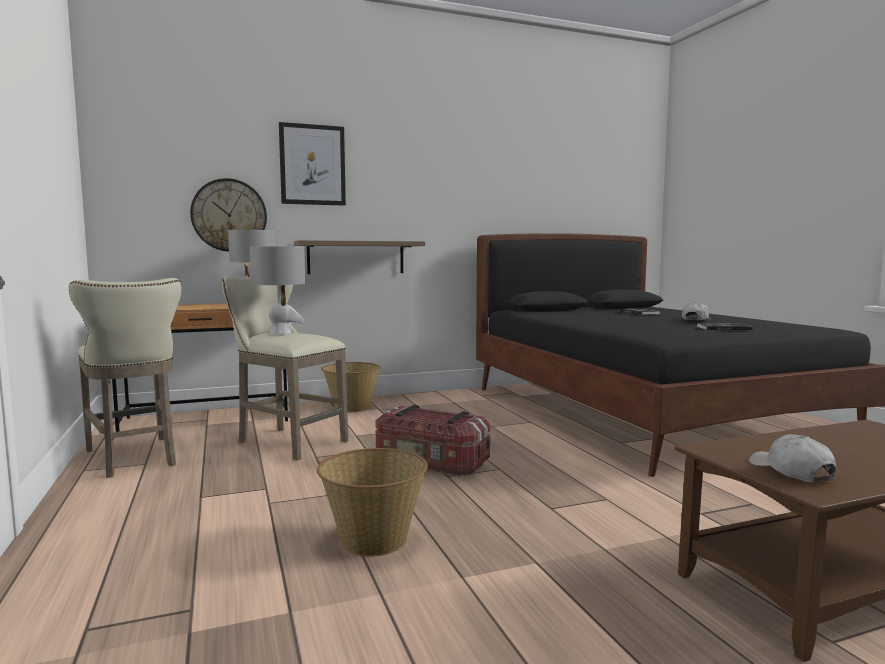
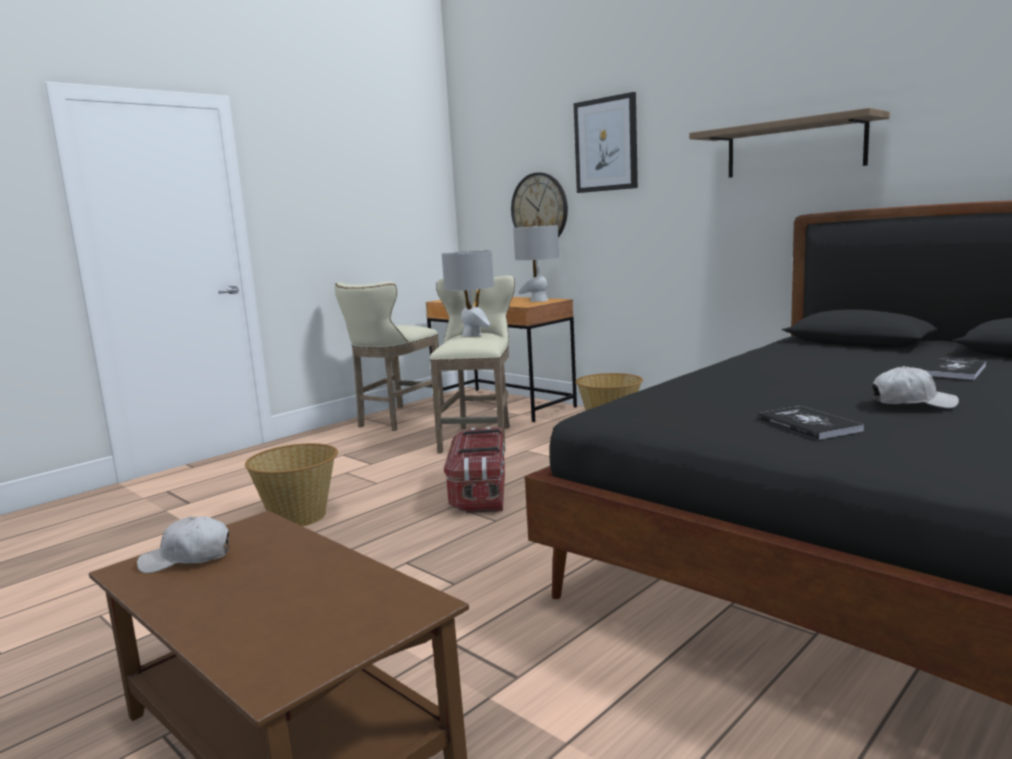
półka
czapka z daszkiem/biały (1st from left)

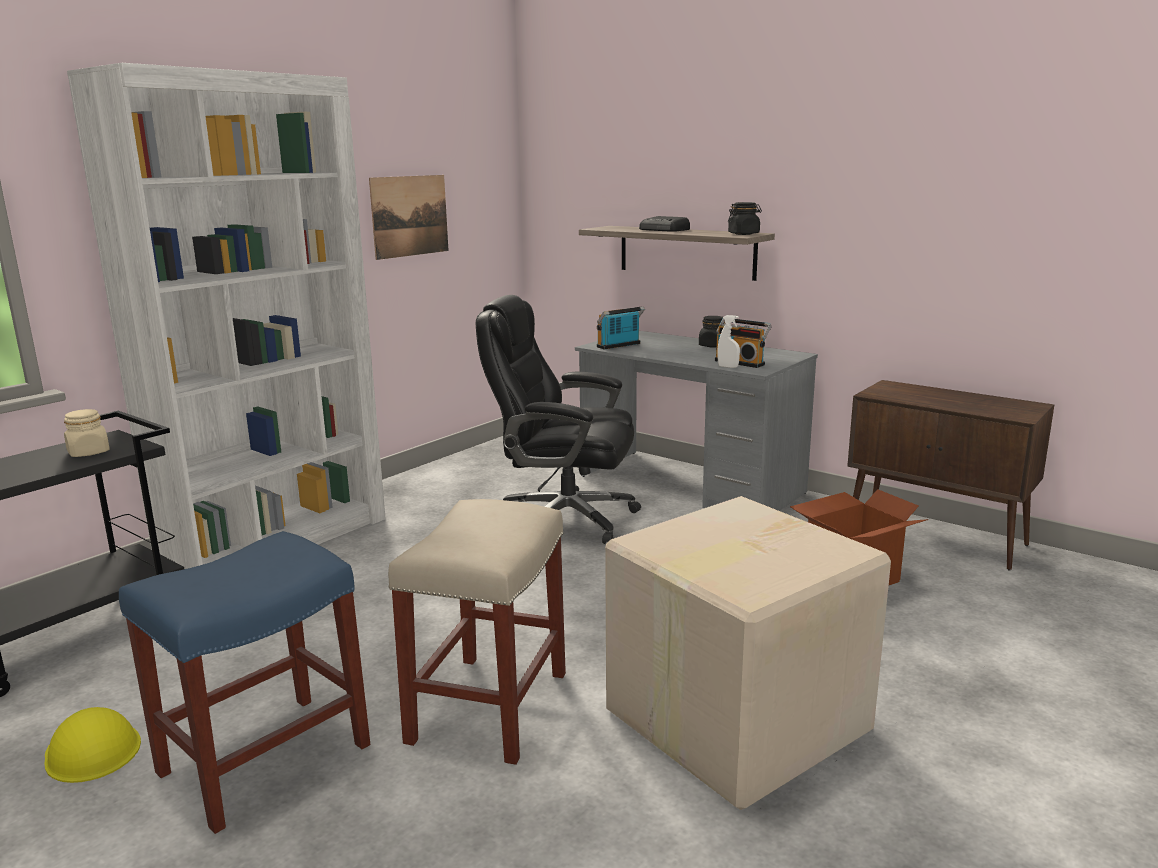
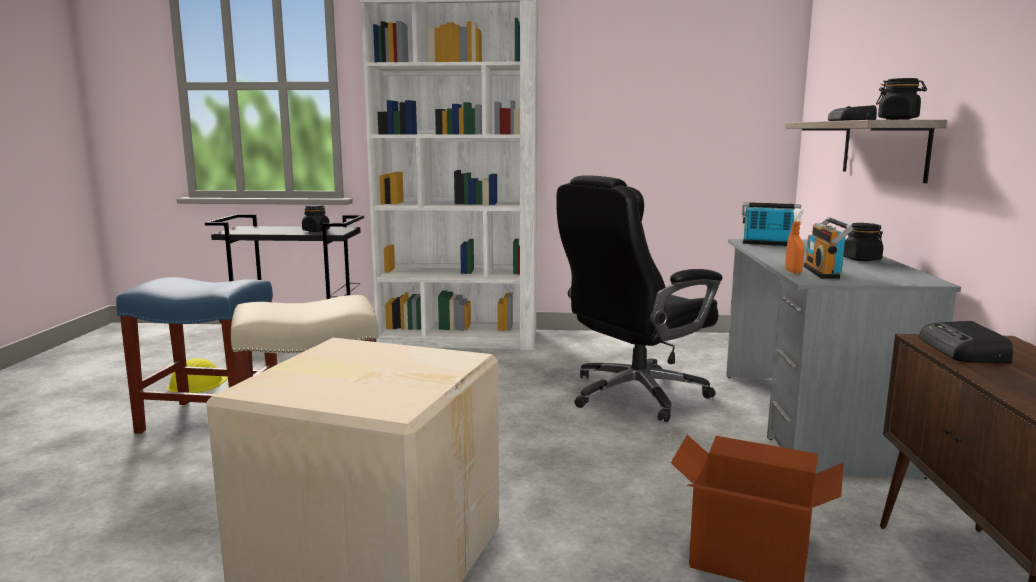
obraz
krzesło biurowe/czarny
spryskiwacz/pomarańczowy
słoik/czarny (1st from left)
radio (4th from left)

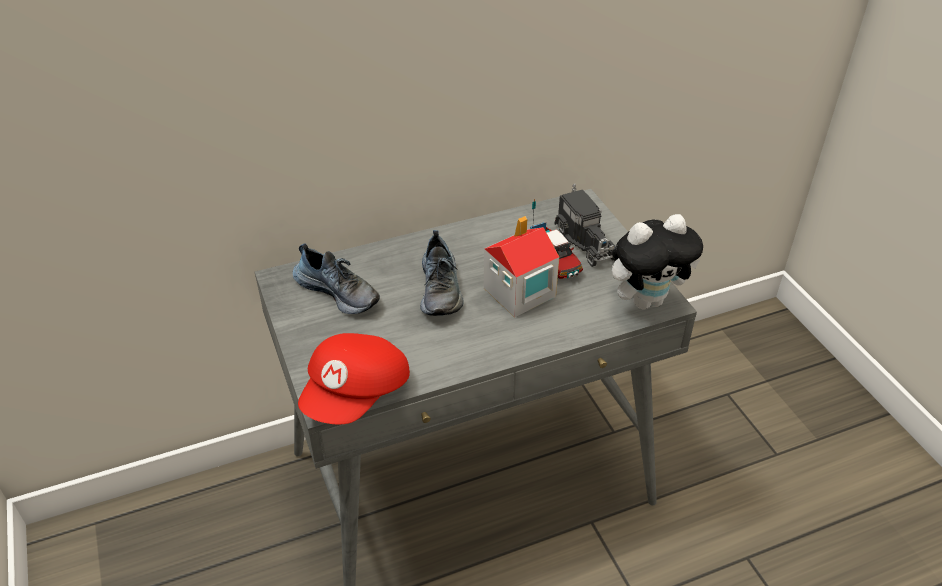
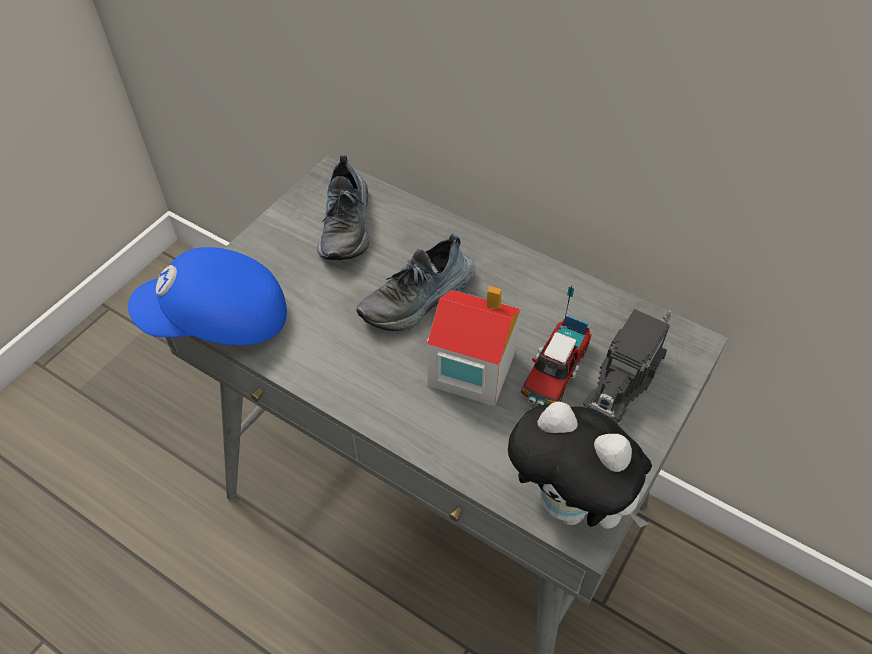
czapka z daszkiem/niebieski

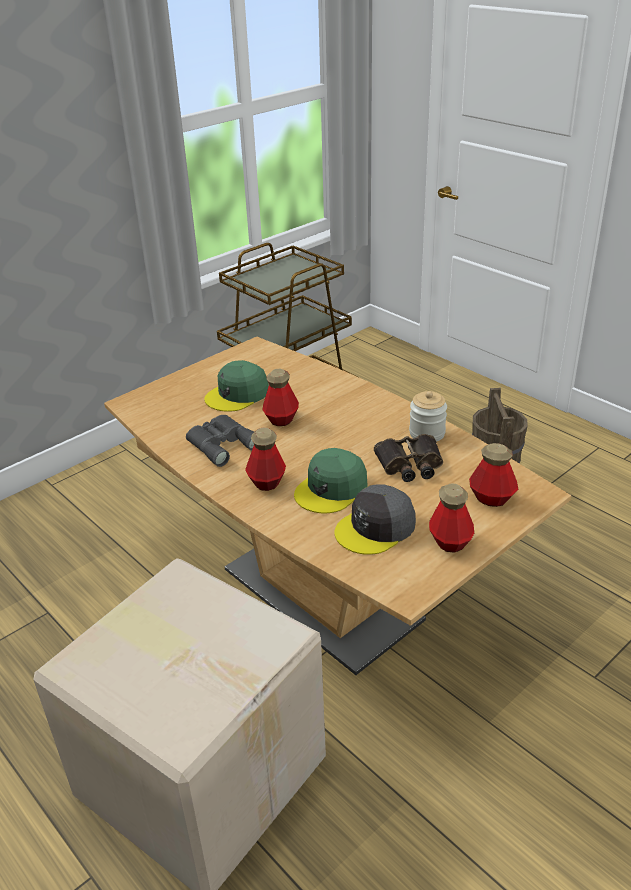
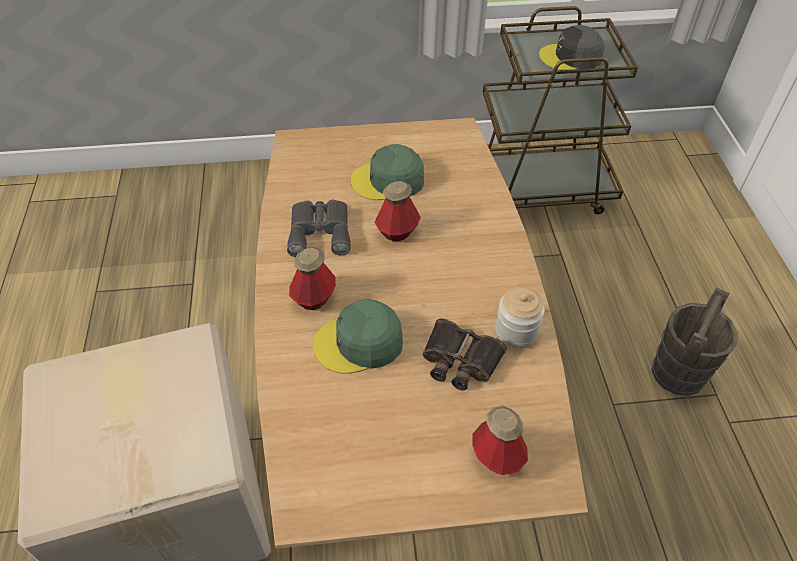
butelka (3rd from left in the first image)
czapka z daszkiem/szary

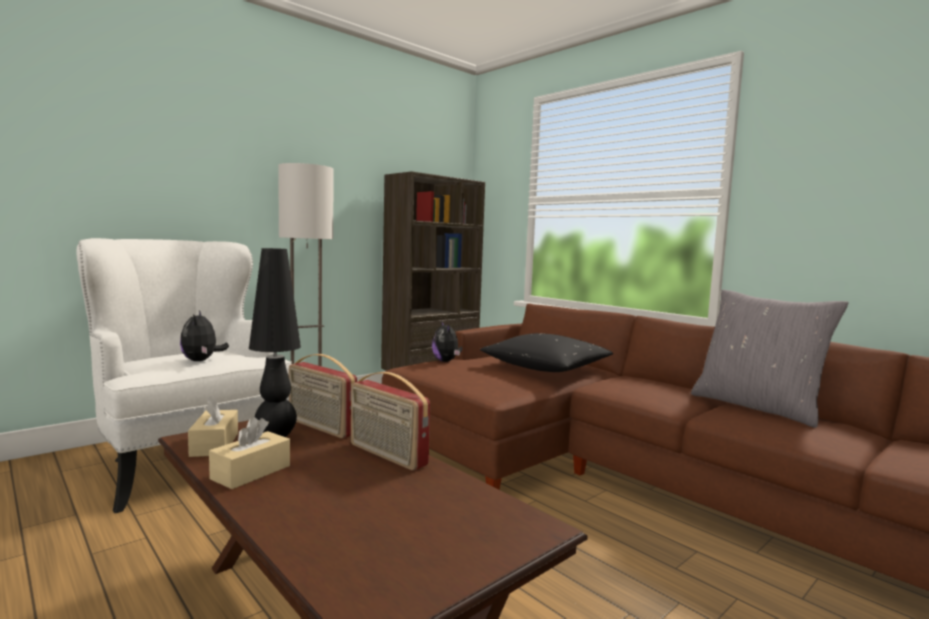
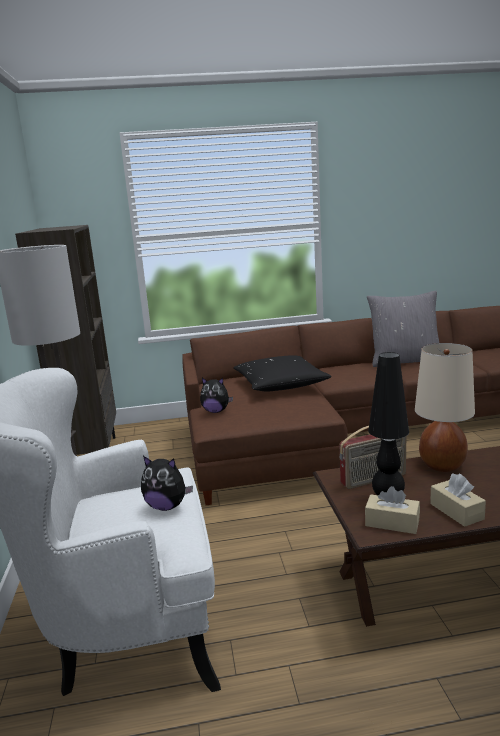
lampa stołowa/beżowy

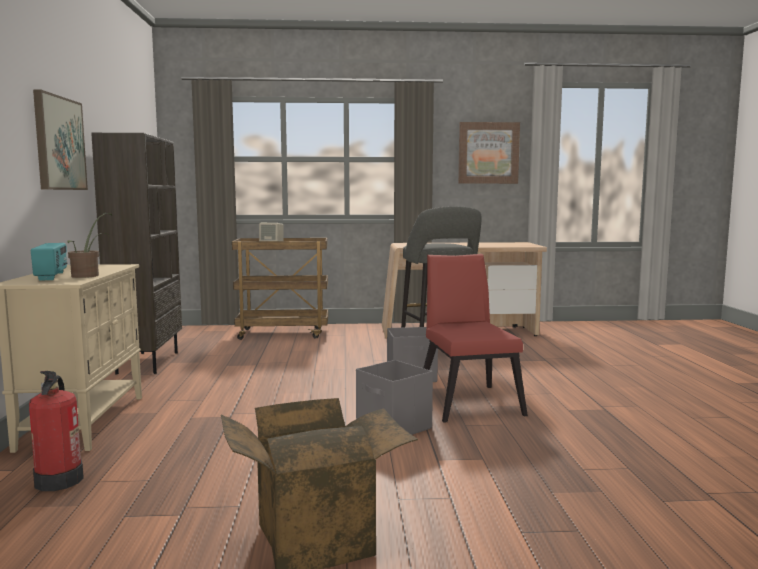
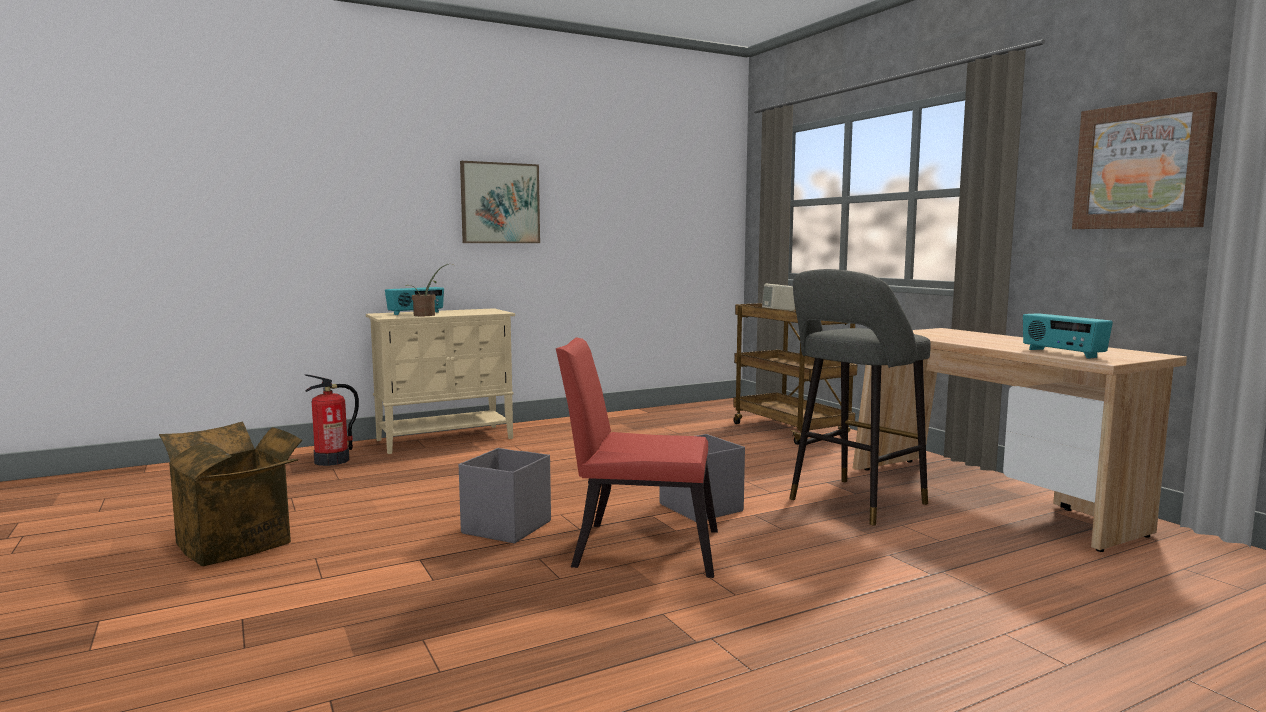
regał/brązowy
krzesło/czerwony
radio (2nd from left)

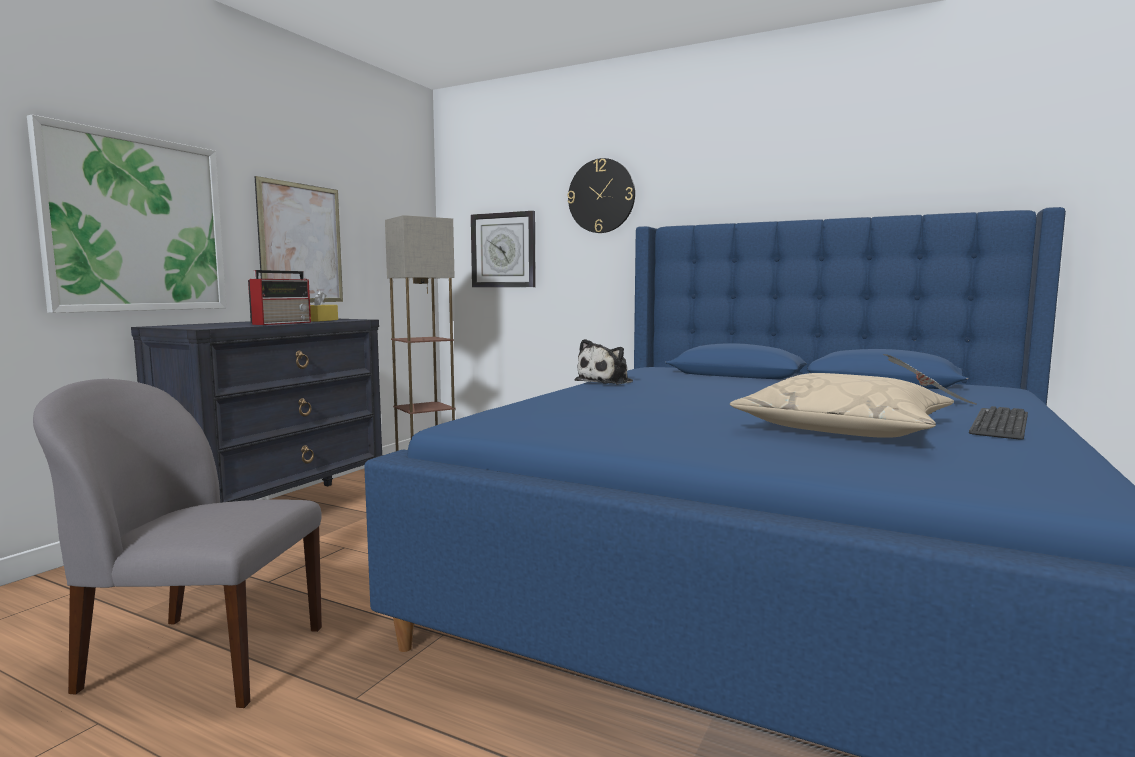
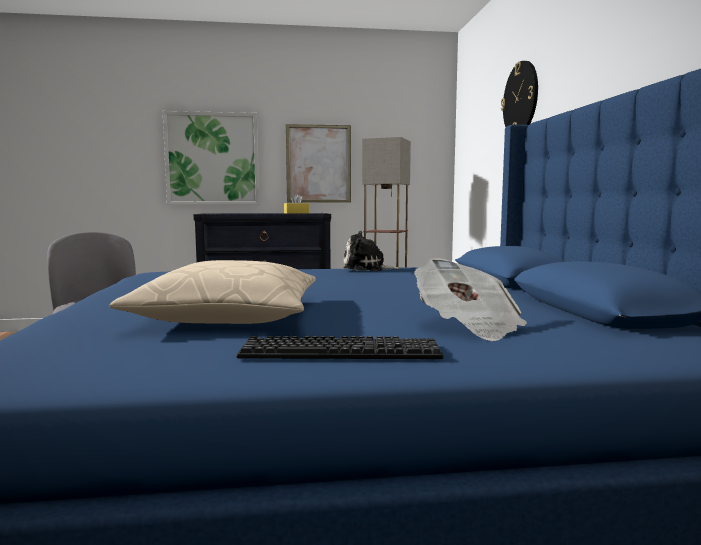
zegar ścienny (1st from left in the first image)
radio

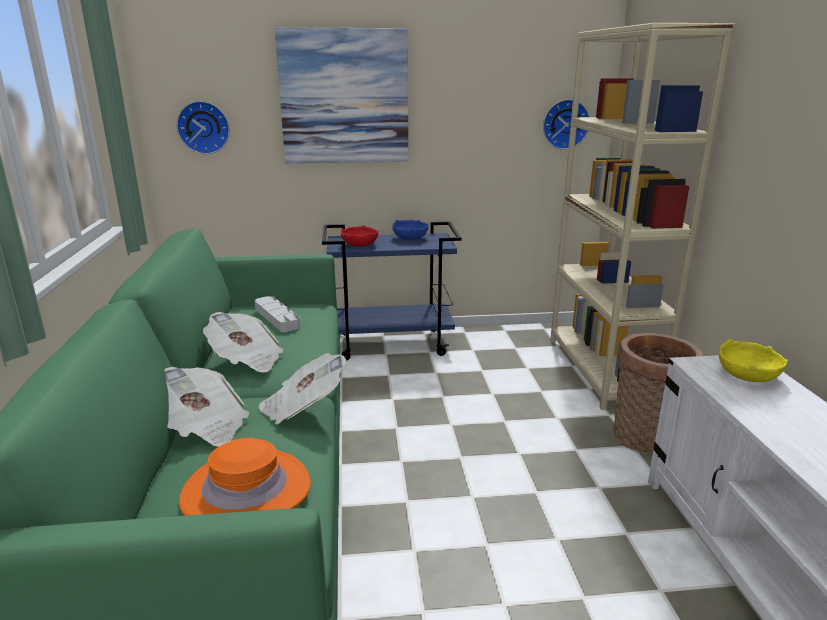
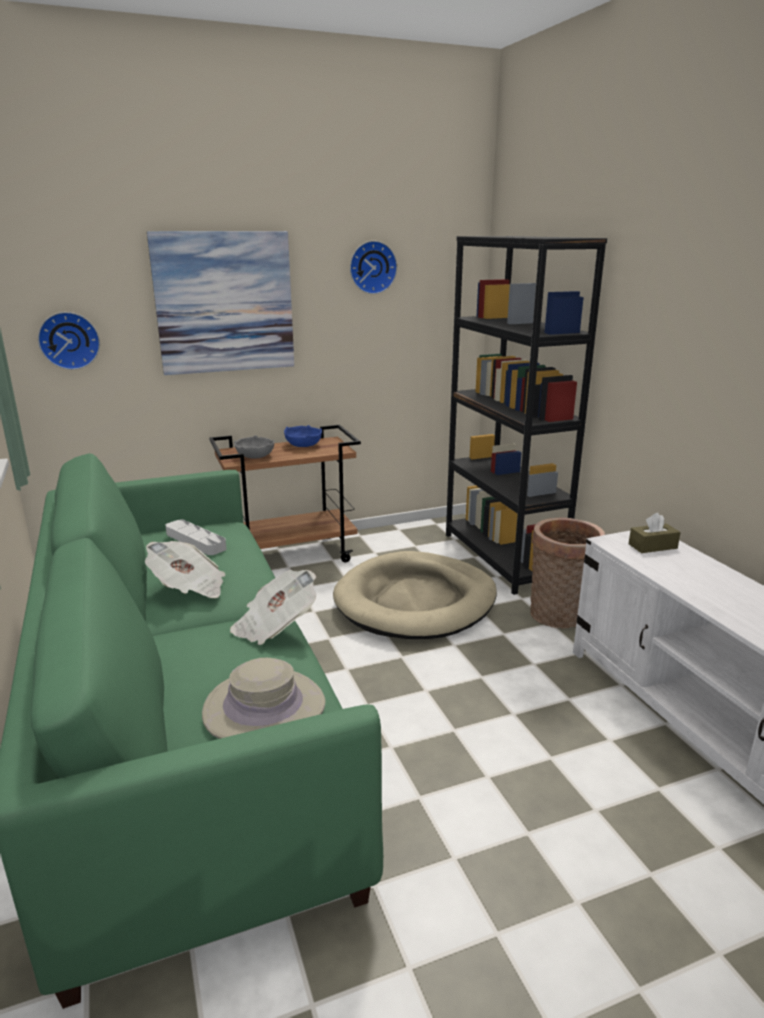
regał/czarny
zegar ścienny (2nd from left)
wózek/brązowy
miska/szary
pudełko chusteczek/brązowy
gazeta (1st from left in the first image)
kapelusz/beżowy
legowisko/beżowy

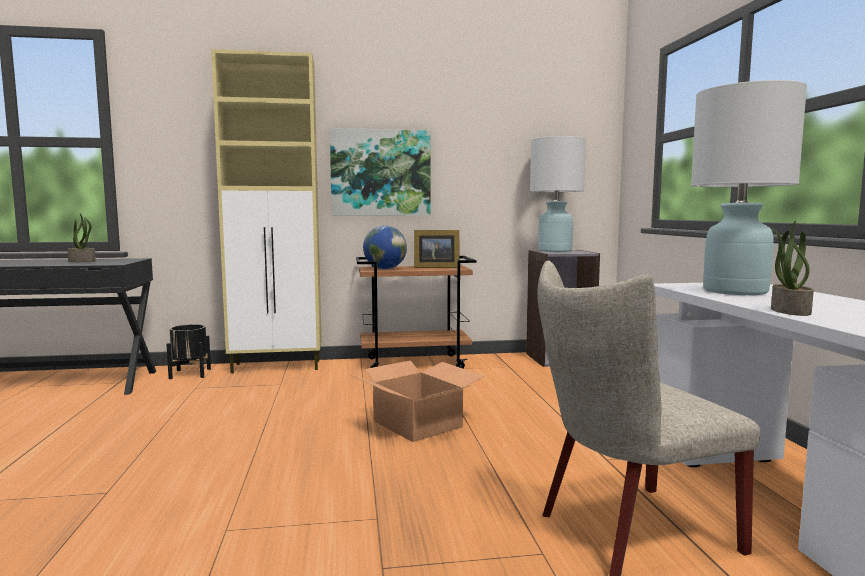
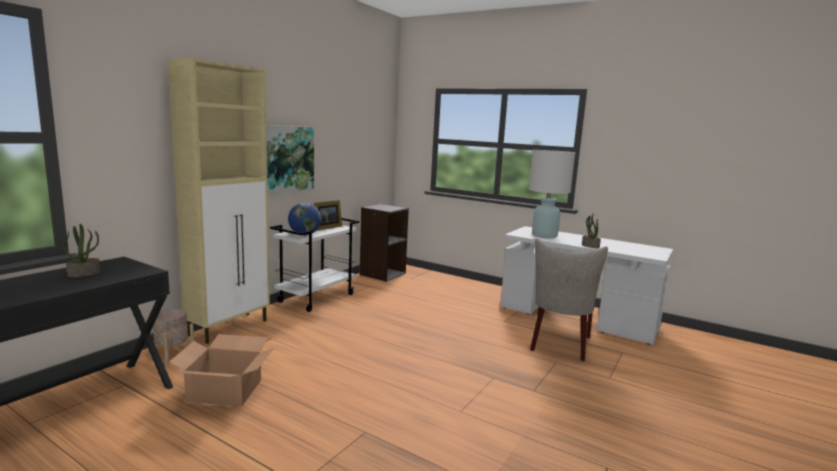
lampa stołowa/biały (1st from left in the first image)
wózek/biały
donica/beżowy
karton

